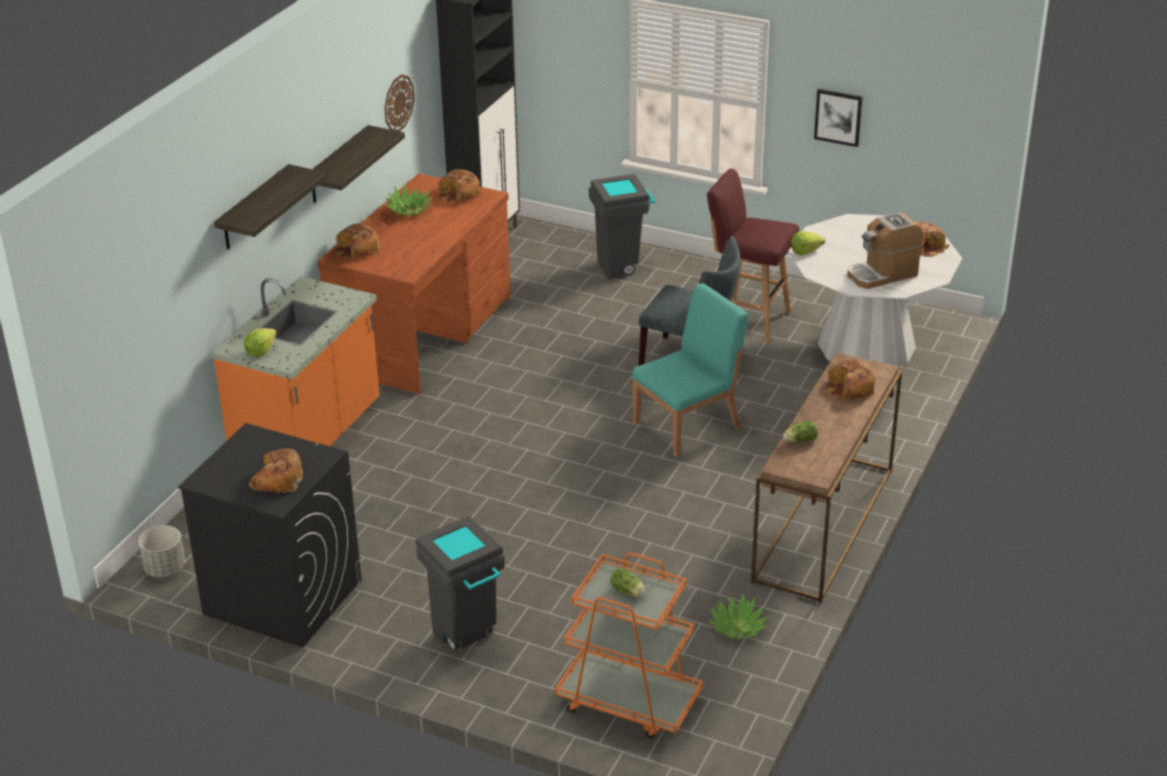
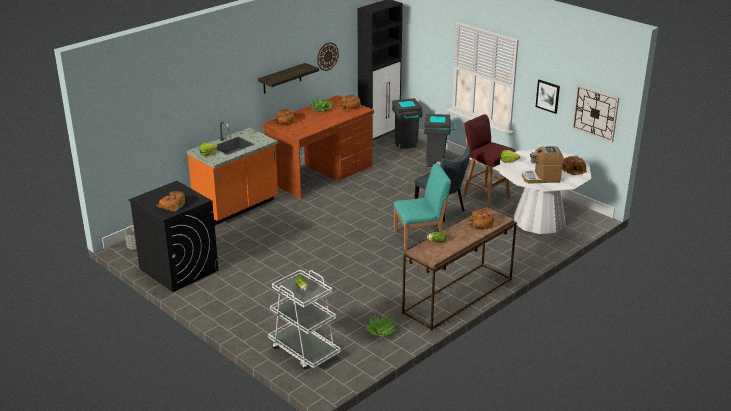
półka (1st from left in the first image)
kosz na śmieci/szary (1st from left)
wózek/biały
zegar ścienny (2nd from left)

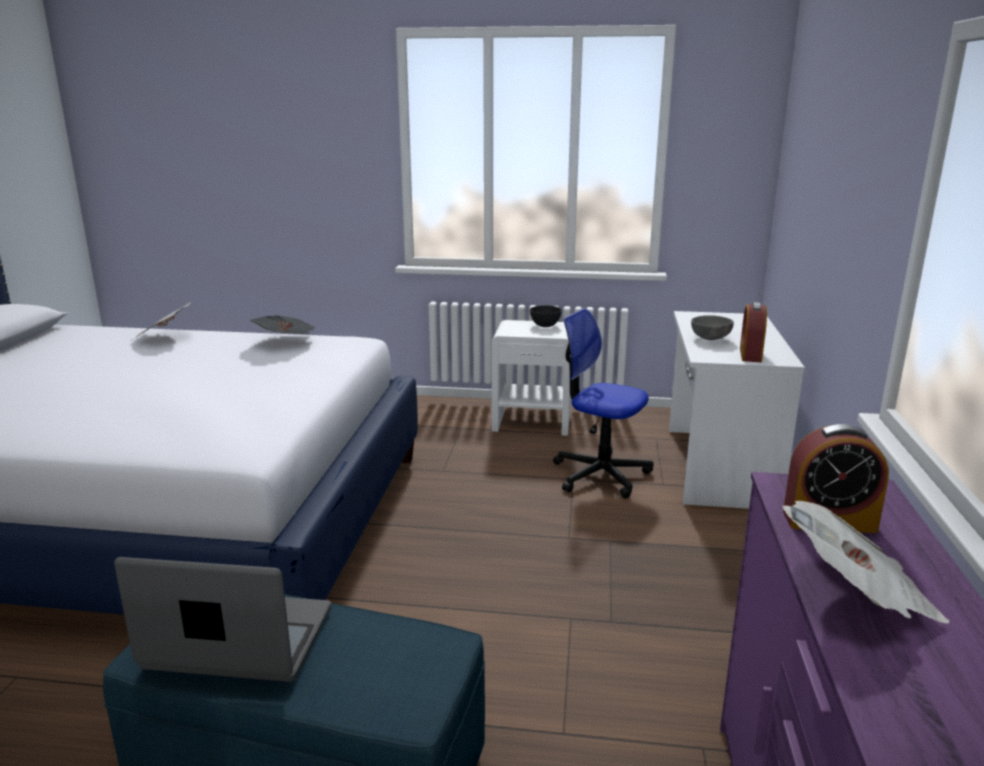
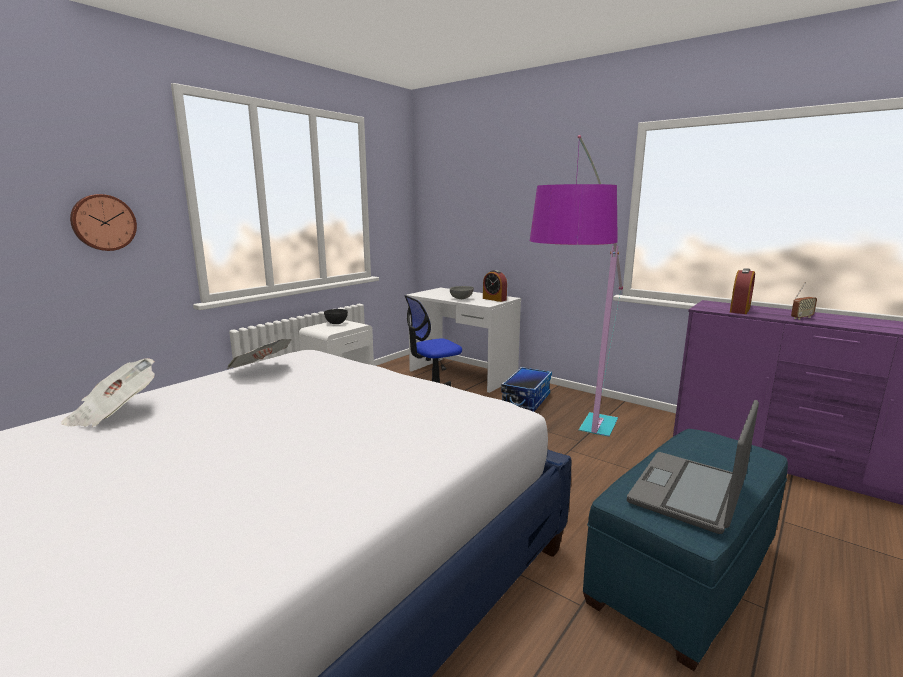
radio
lampa stojąca
zegar ścienny
pojemnik do przechowywania

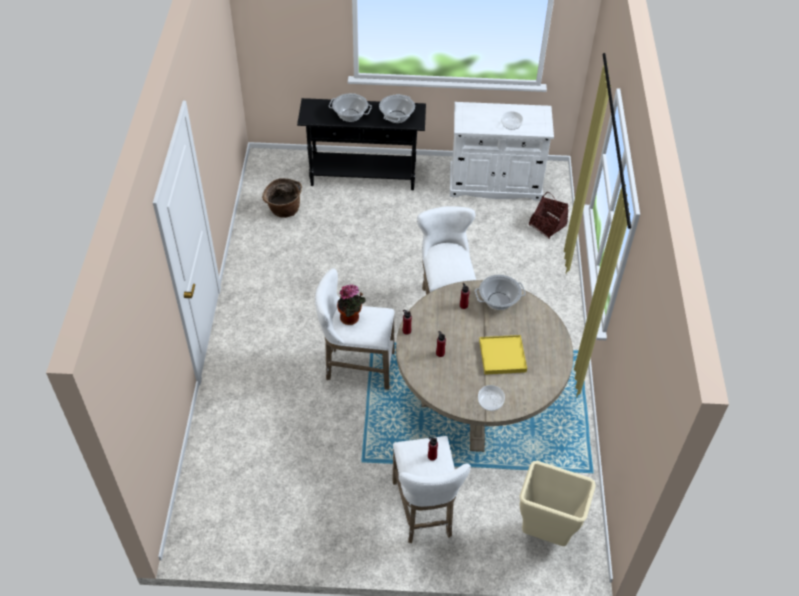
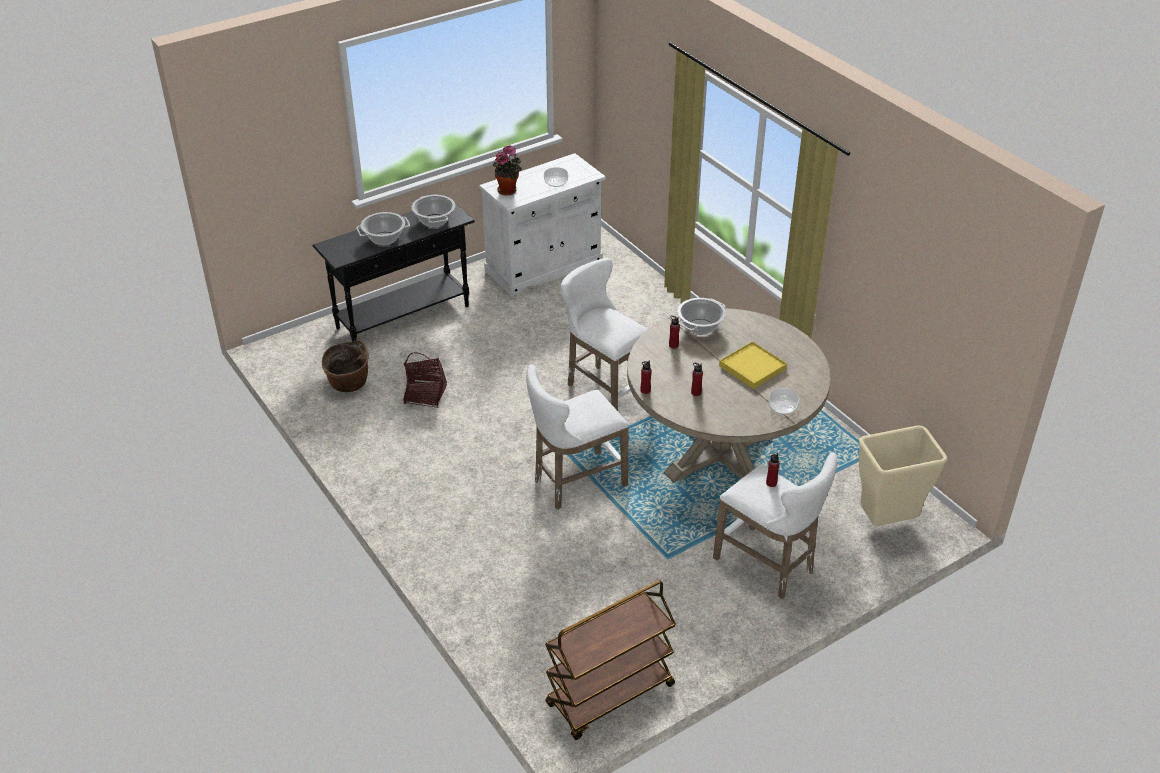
koszyk (2nd from left)
roślina doniczkowa
wózek/brązowy

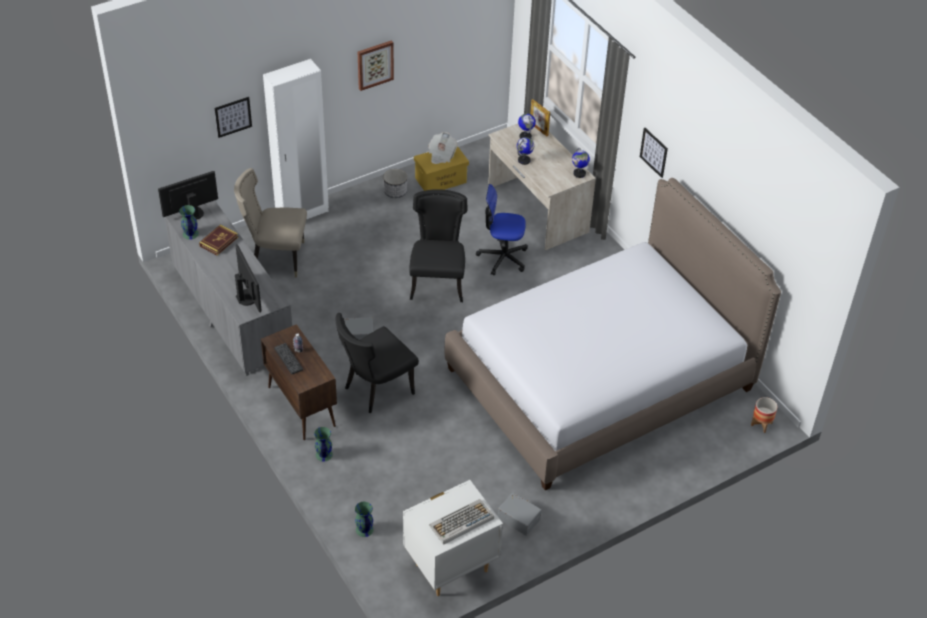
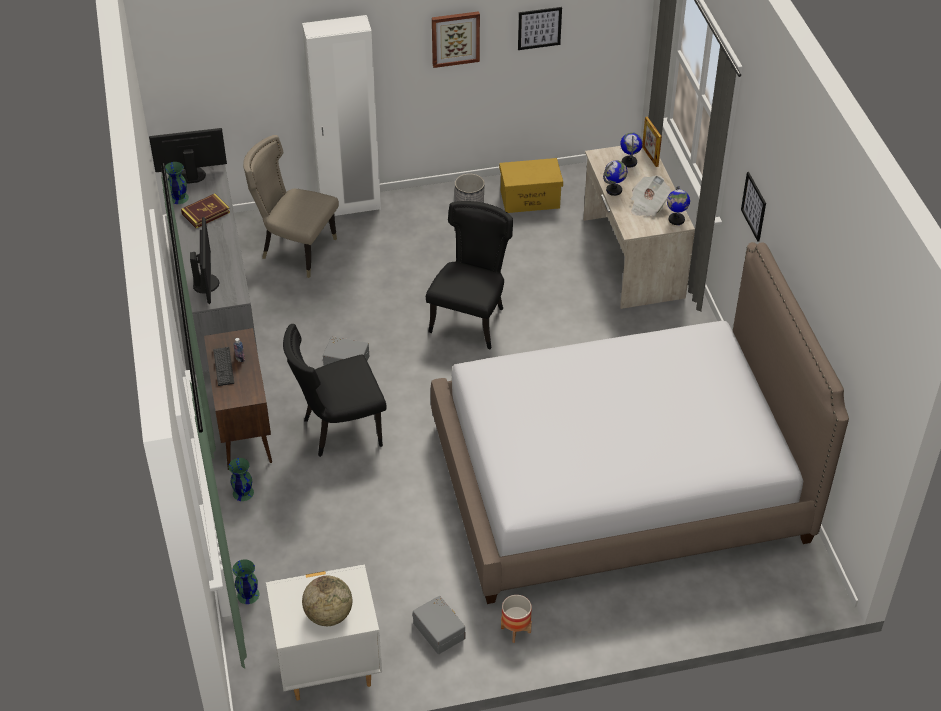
obraz (2nd from left)
gazeta
krzesło biurowe
donica (2nd from left)
globus (1st from left)

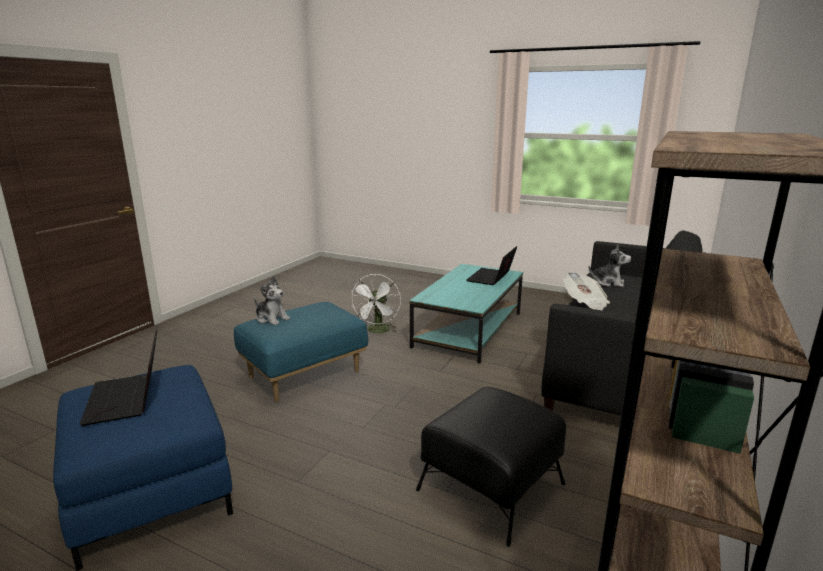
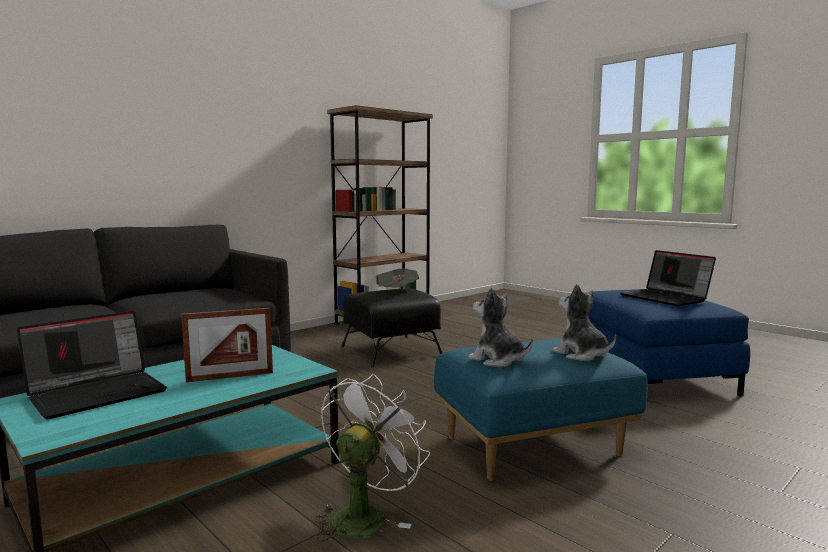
pluszak (1st from left)
gazeta
laptop (2nd from left)
ramka na zdjęcie

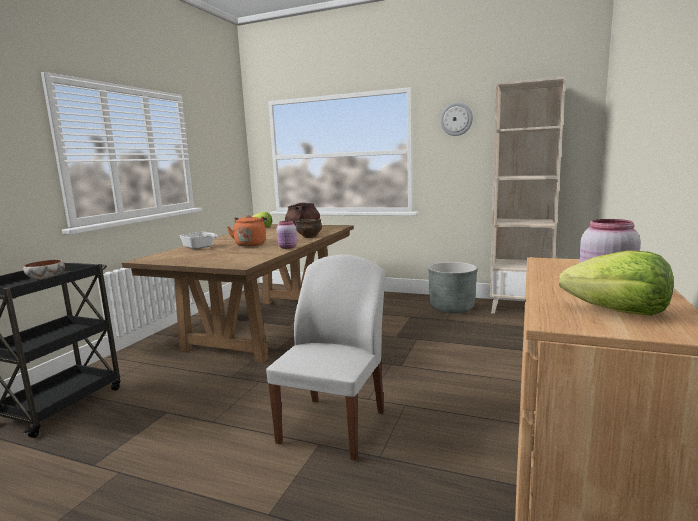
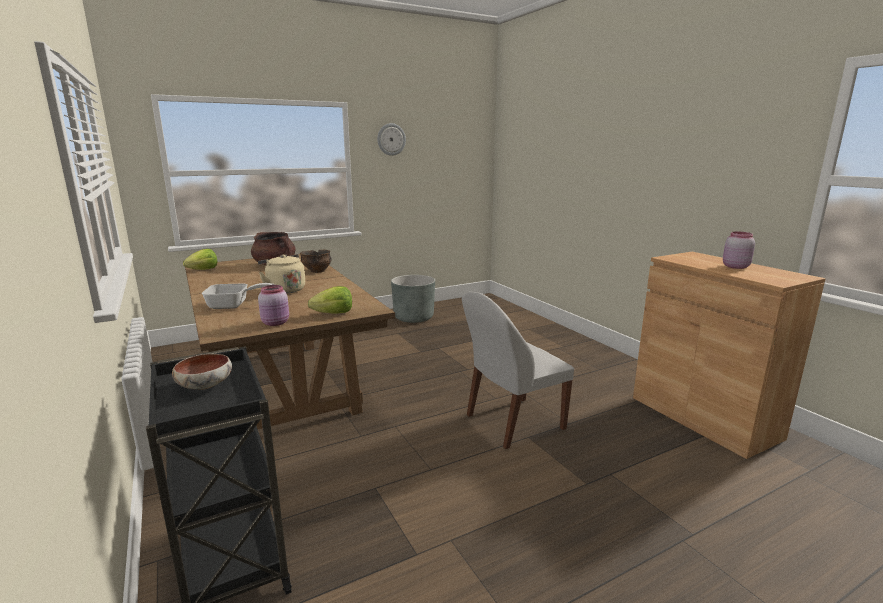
regał/beżowy
czajnik/beżowy
słoik/różowy (1st from left)
sałata (2nd from left)
krzesło/biały

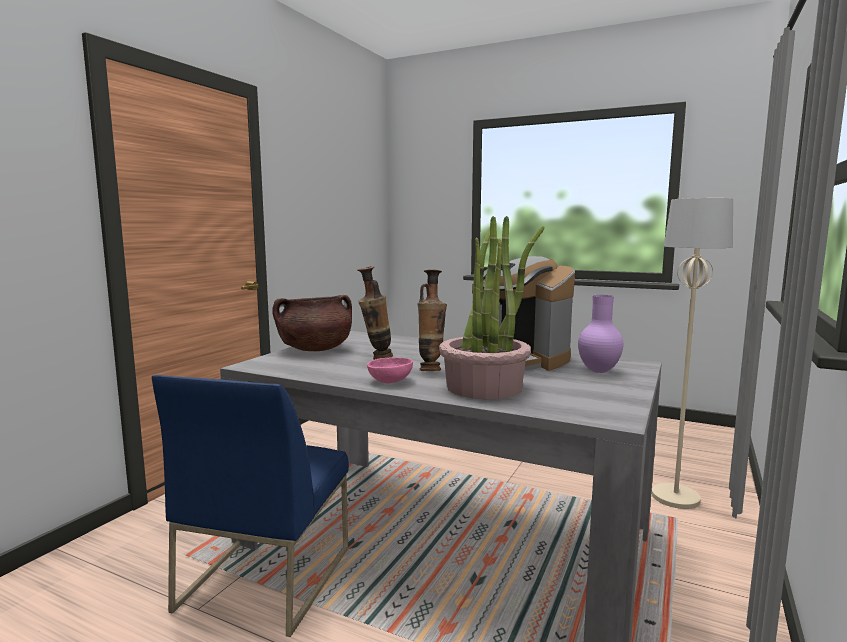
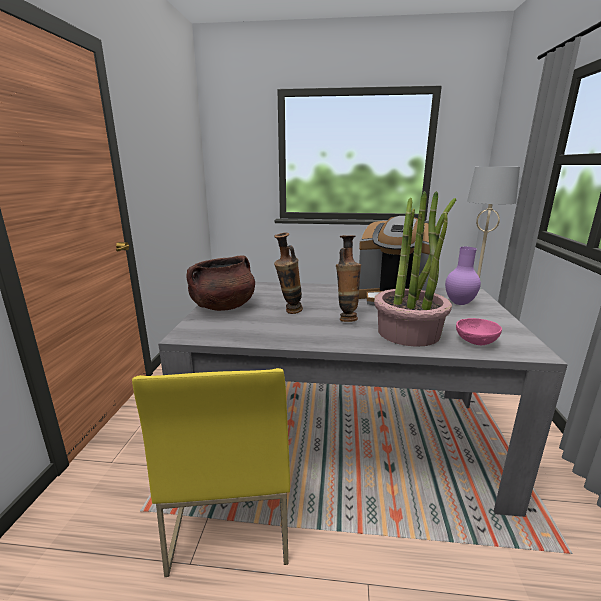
miska/różowy
krzesło/żółty

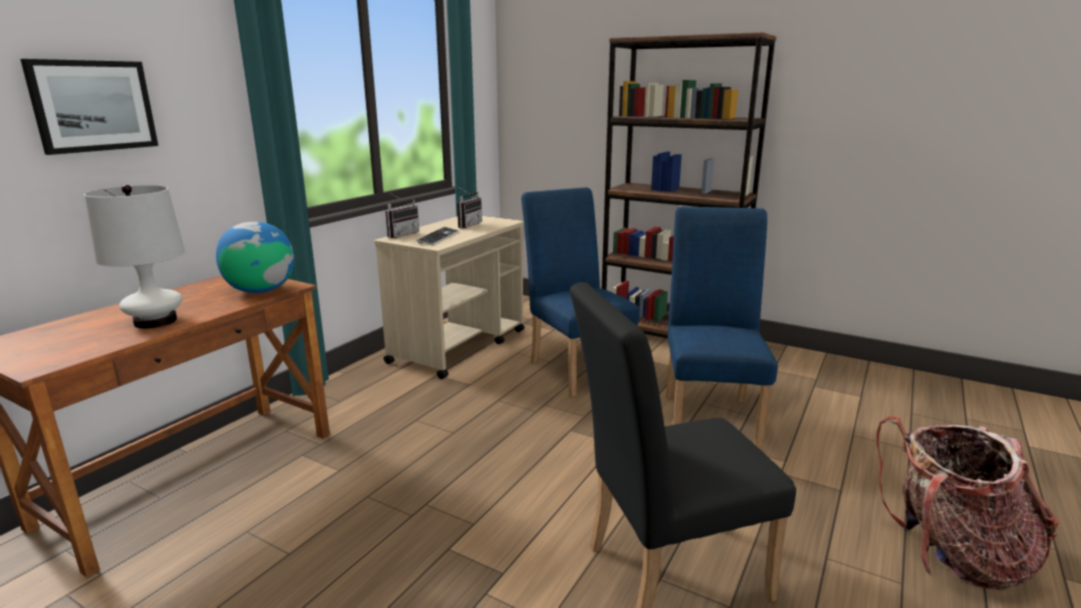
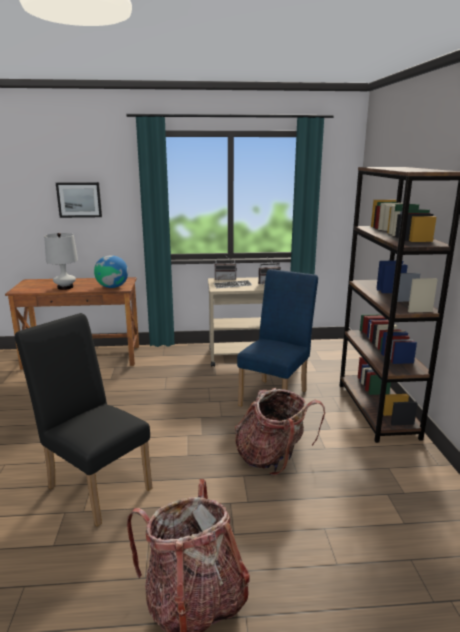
plecak (2nd from left)

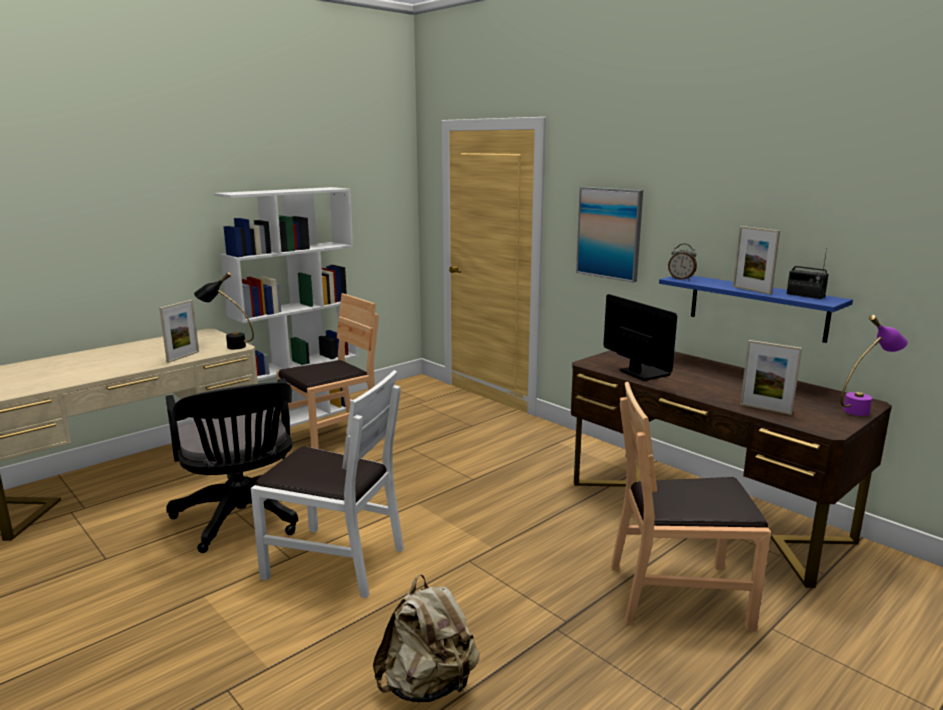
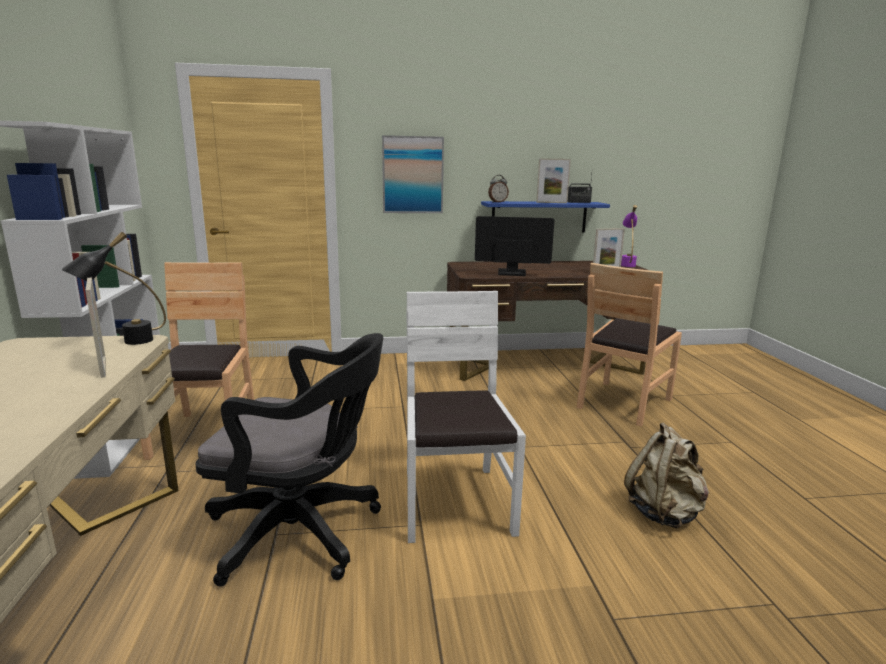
krzesło/biały

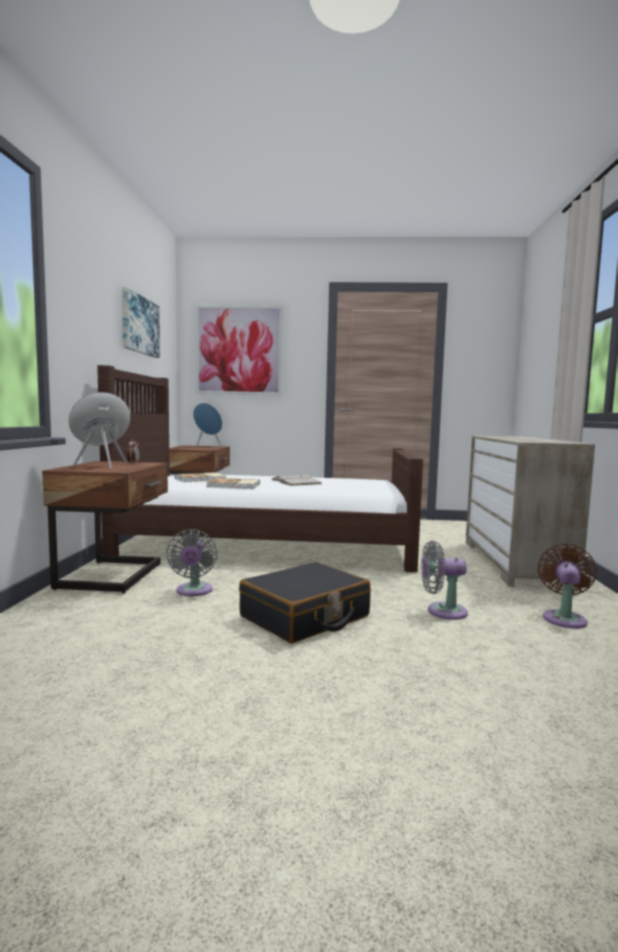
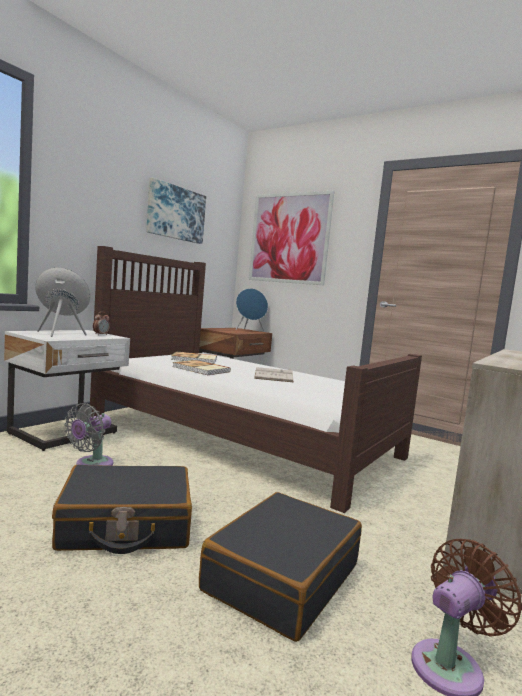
szafka nocna/biały
walizka/czarny (2nd from left)

